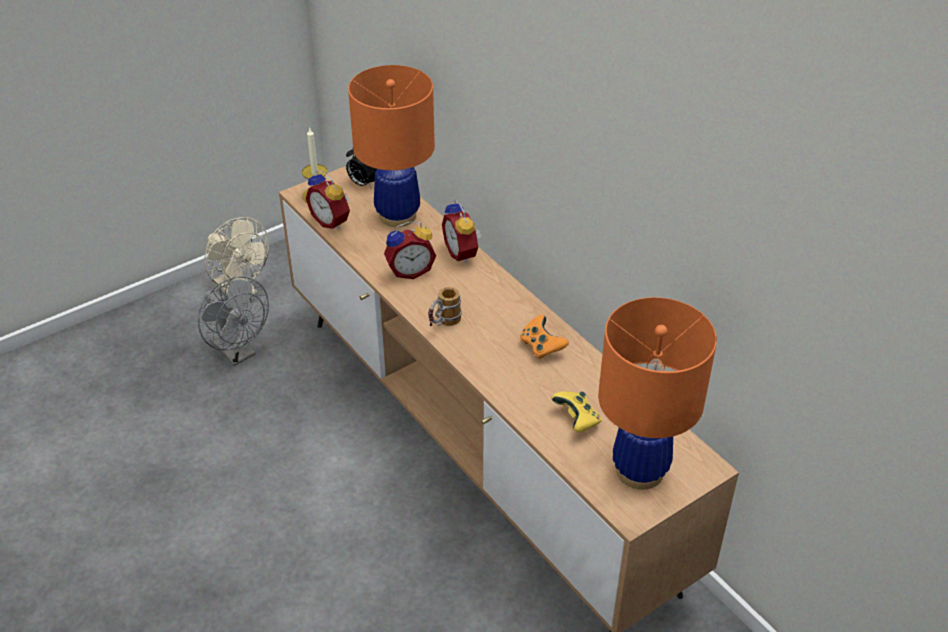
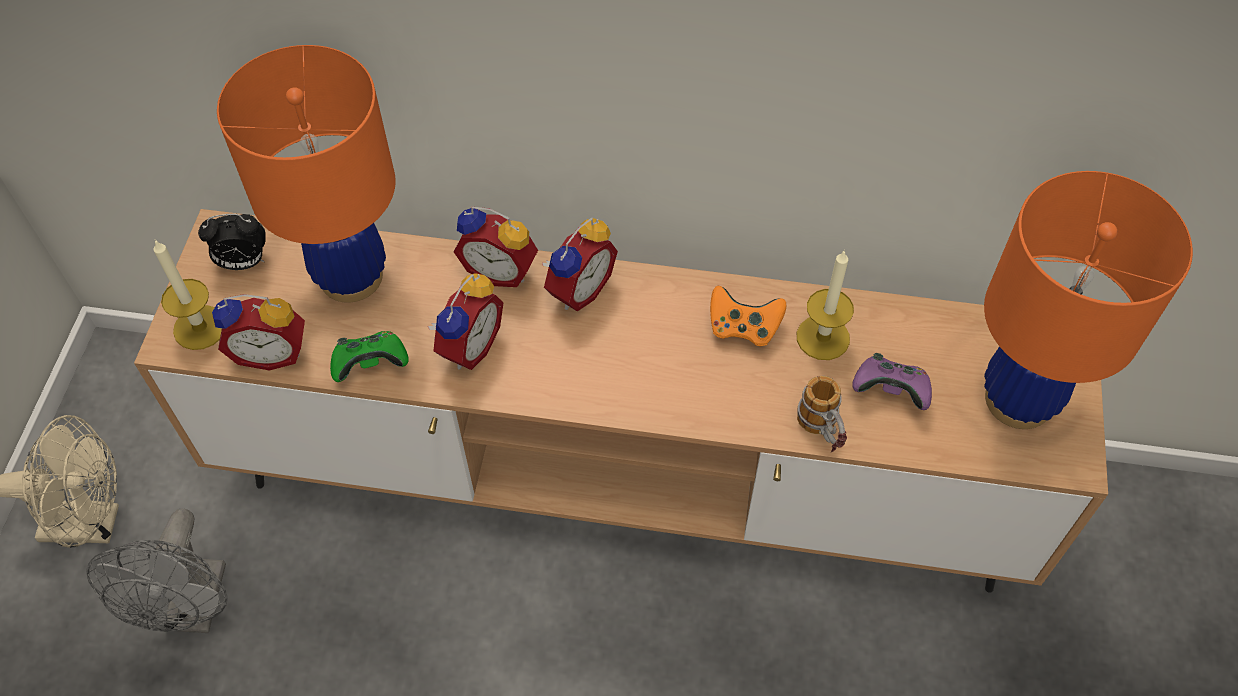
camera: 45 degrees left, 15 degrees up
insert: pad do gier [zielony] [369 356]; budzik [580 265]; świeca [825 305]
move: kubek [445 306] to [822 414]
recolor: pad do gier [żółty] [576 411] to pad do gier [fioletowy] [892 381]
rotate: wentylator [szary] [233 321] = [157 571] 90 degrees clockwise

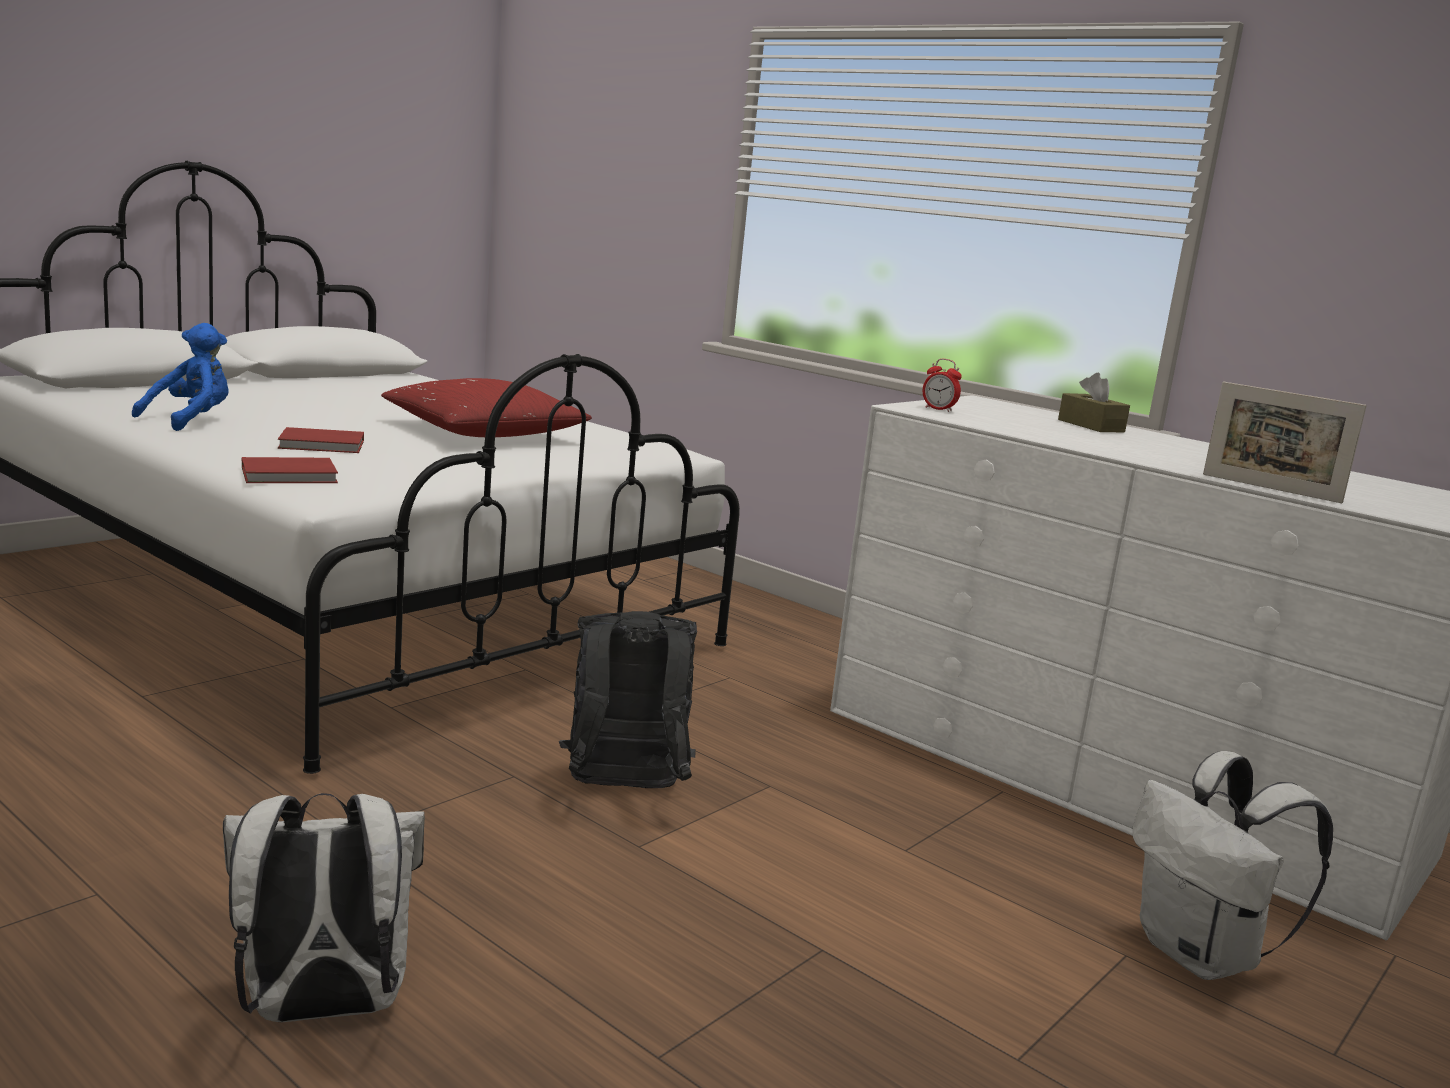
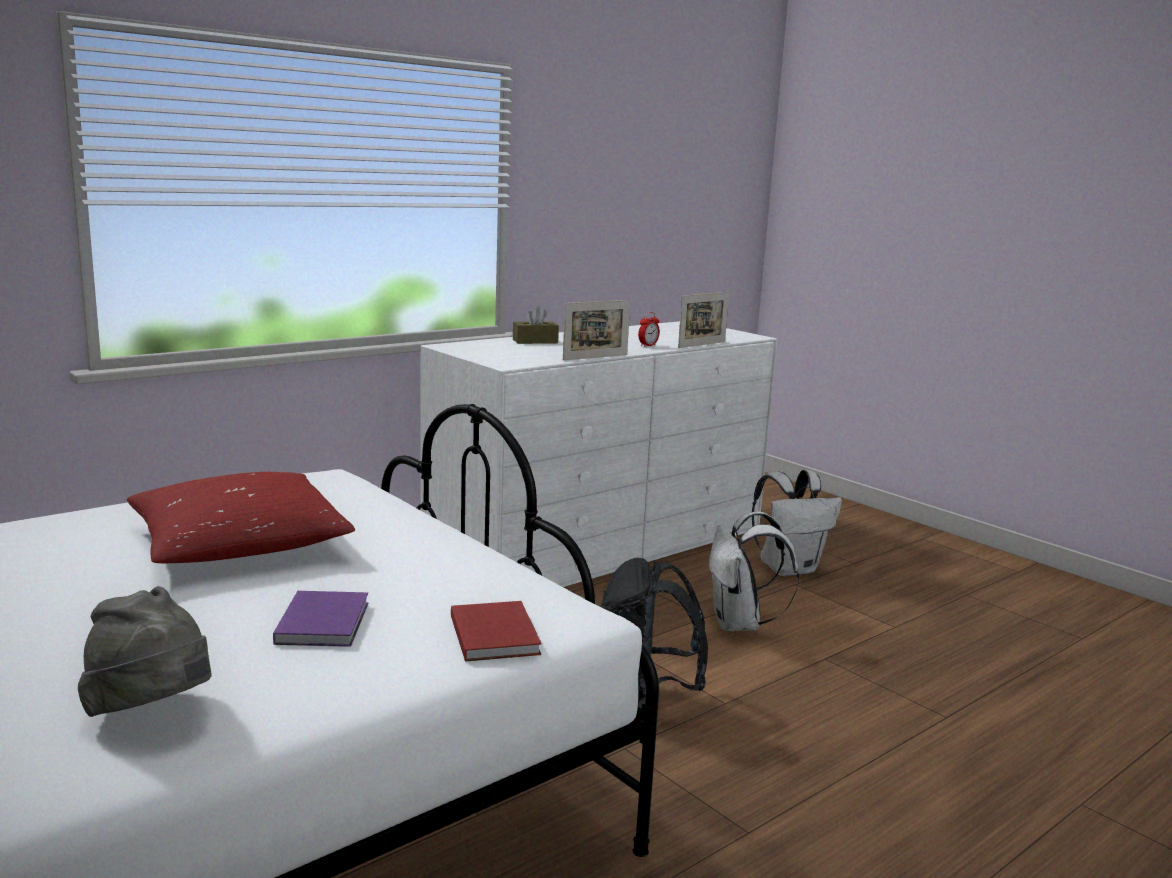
camera: 80 degrees left, 0 degrees up
insert: ramka na zdjęcie [596 330]
move: budzik [942 385] to [649 329]; plecak [biały] [324 907] to [754 571]
replace: pluszak [niebieski] [180 377] to kapelusz [szary] [145 651]
recolor: książka [czerwony] [321 440] to książka [fioletowy] [320 619]

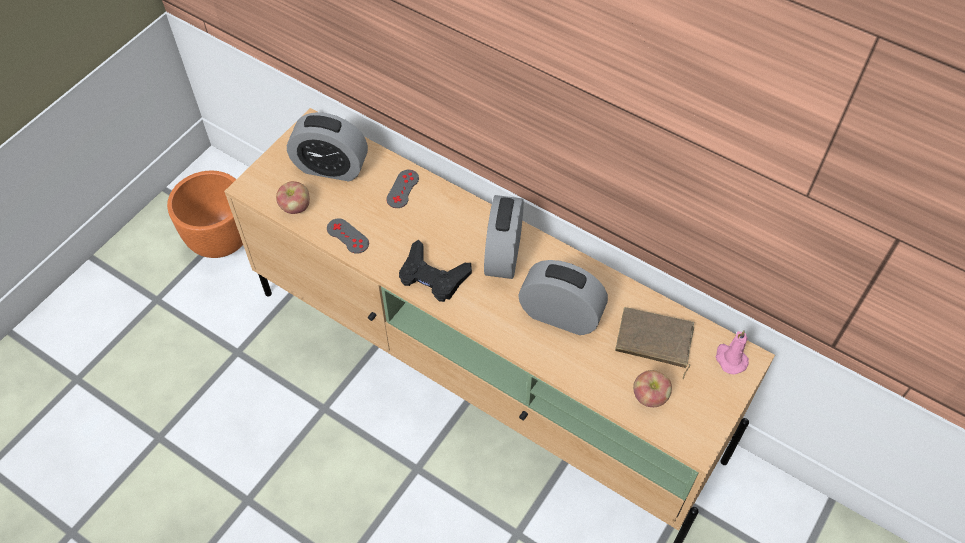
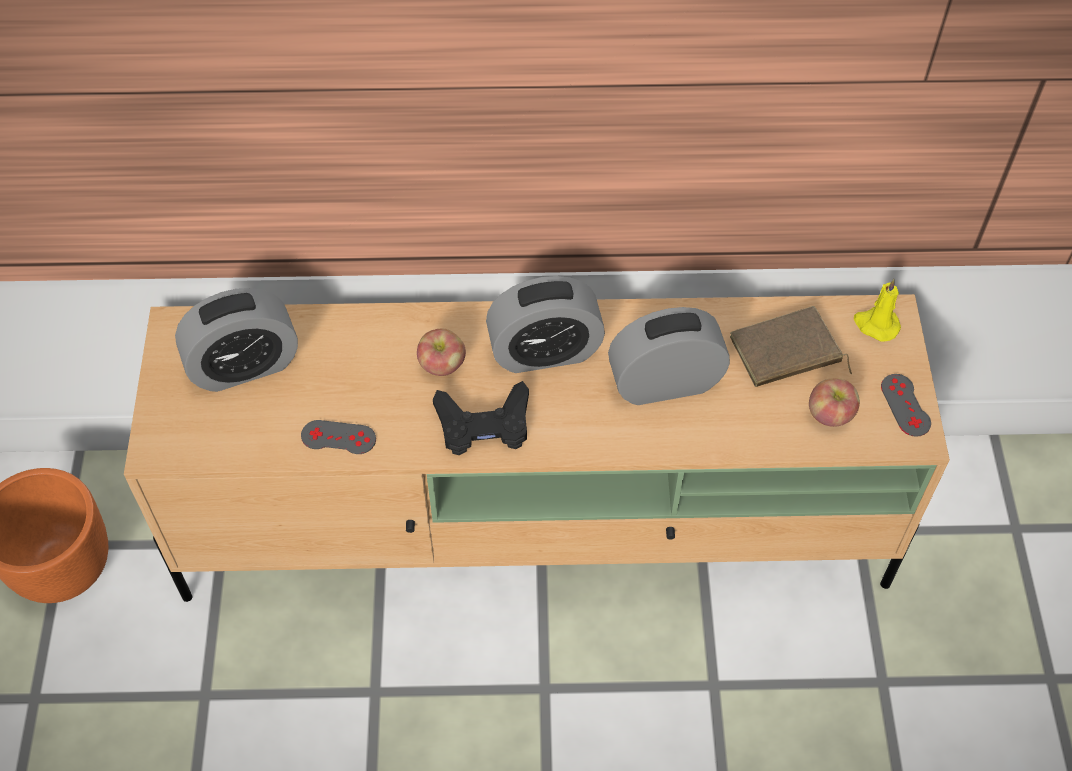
camera: 35 degrees left, 0 degrees up
move: jabłko [293 197] to [441 352]; pad do gier [szary] [402 189] to [906 405]
recolor: świeca [różowy] [732 352] to świeca [żółty] [877 310]
rotate: budzik [504 237] = [545 324] 75 degrees counterclockwise

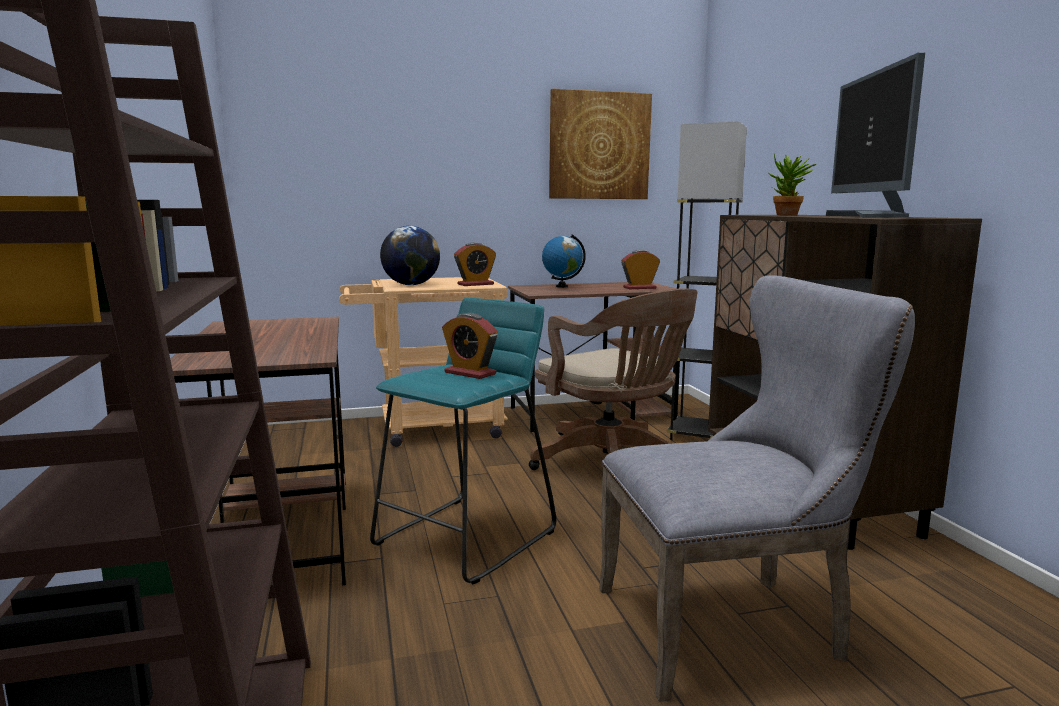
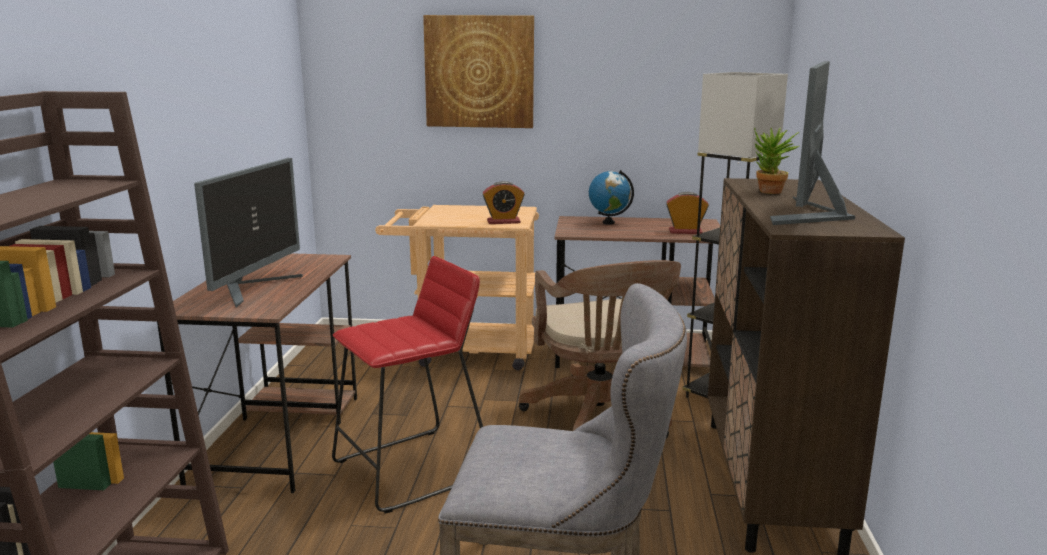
camera: 20 degrees right, 5 degrees up
delete: globus [410 255]; budzik [470 346]
insert: monitor [248 233]
move: obraz [600 143] to [478 71]
recolor: stołek [turkusowy] [463 441] to stołek [czerwony] [407 384]

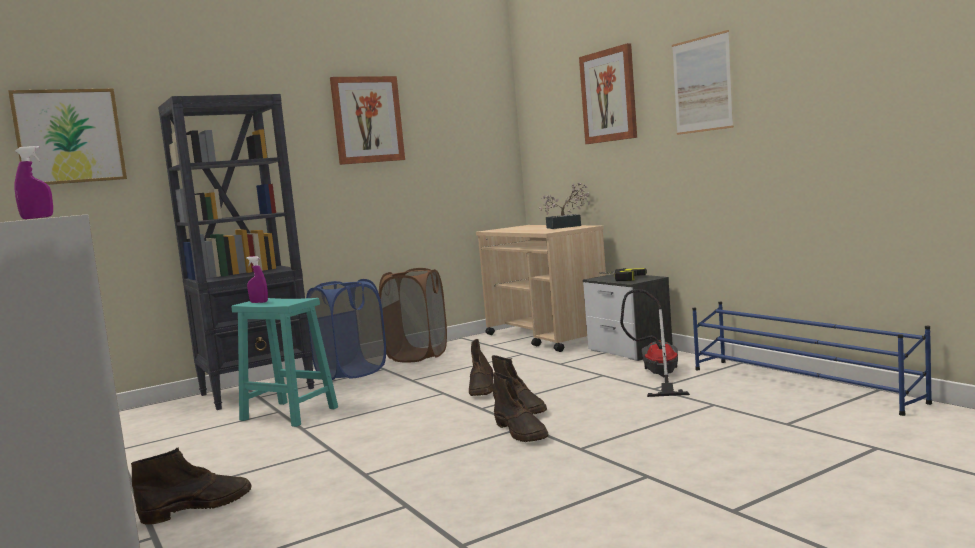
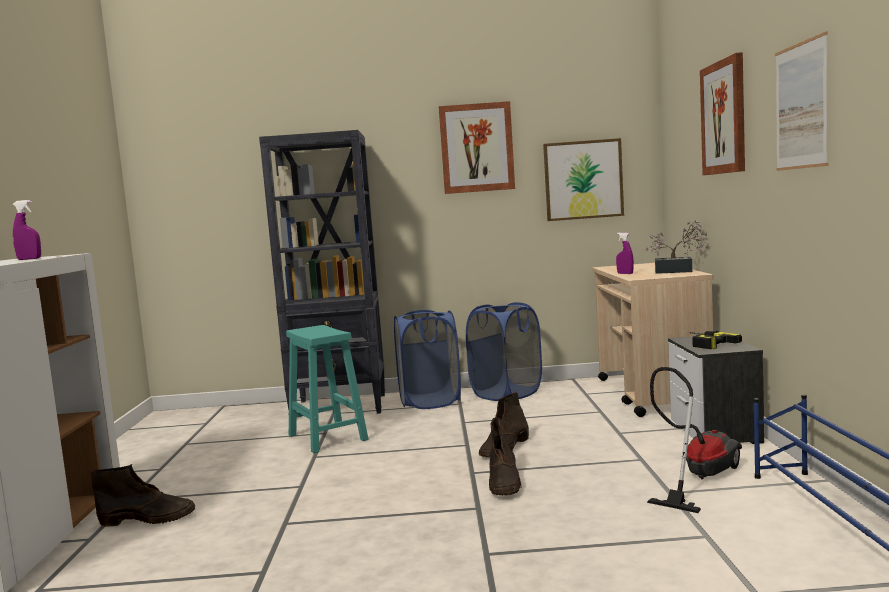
camera: 30 degrees right, 0 degrees up
delete: but z cholewką [brązowy] [520 407]
move: obraz [67 137] to [583 179]; spryskiwacz [fioletowy] [257 279] to [625 253]
recolor: kosz na pranie [brązowy] [413 315] to kosz na pranie [niebieski] [504 351]

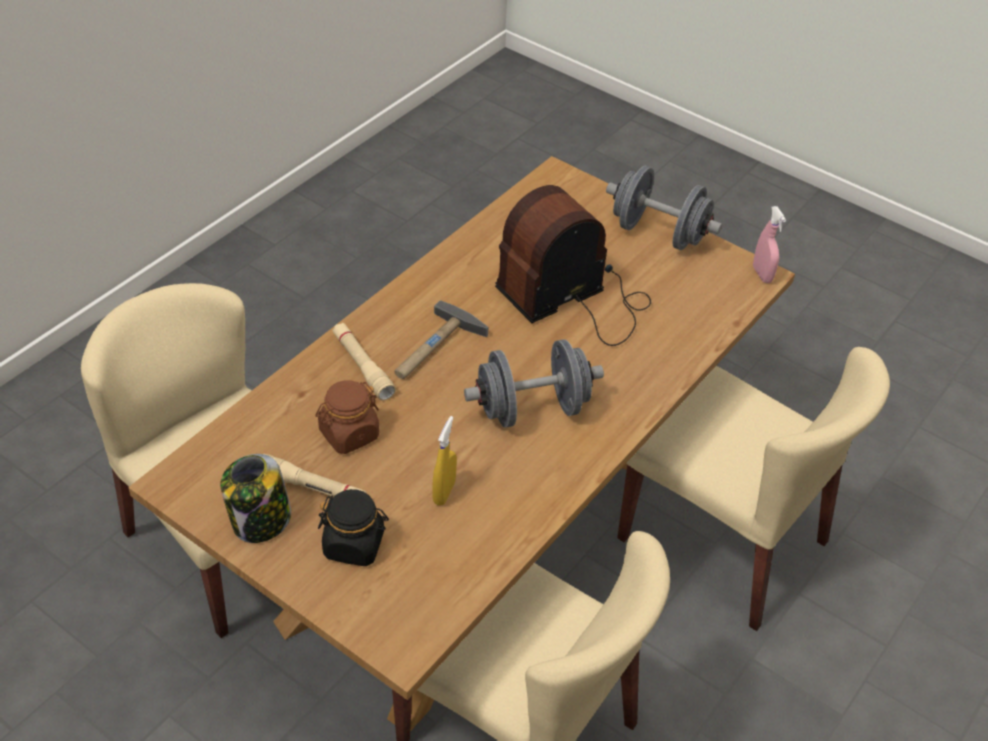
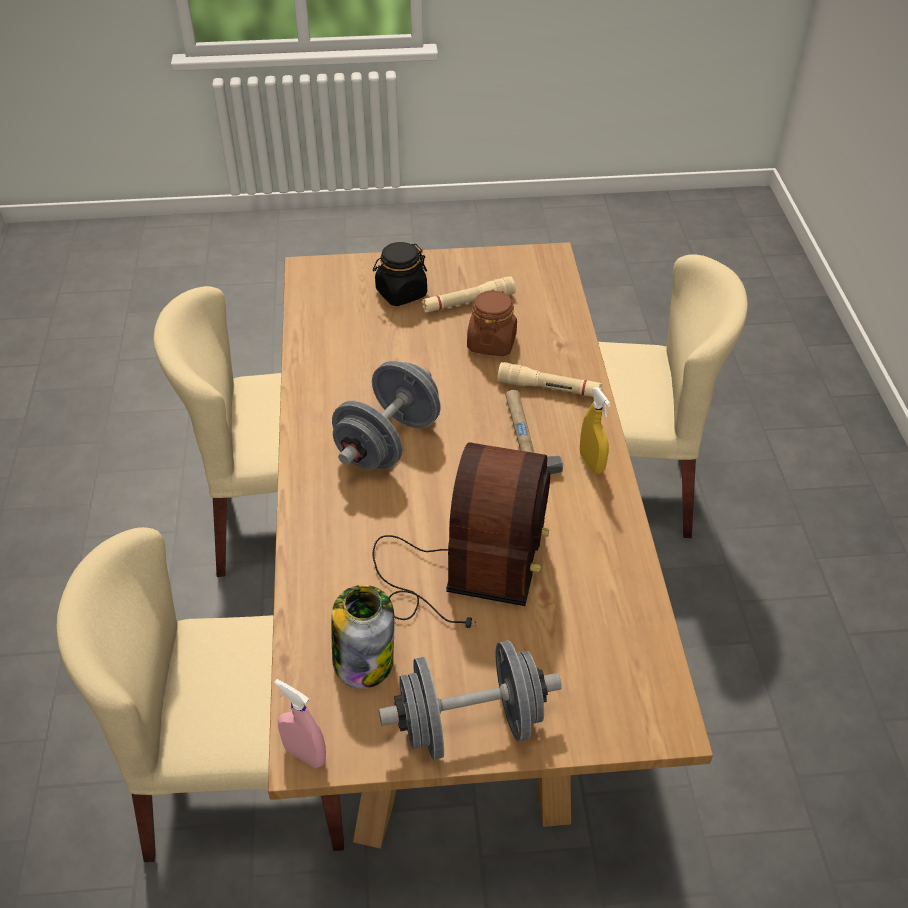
camera: 140 degrees right, 0 degrees up
move: słoik [255 498] to [362 636]; spryskiwacz [żółty] [444 461] to [595 430]

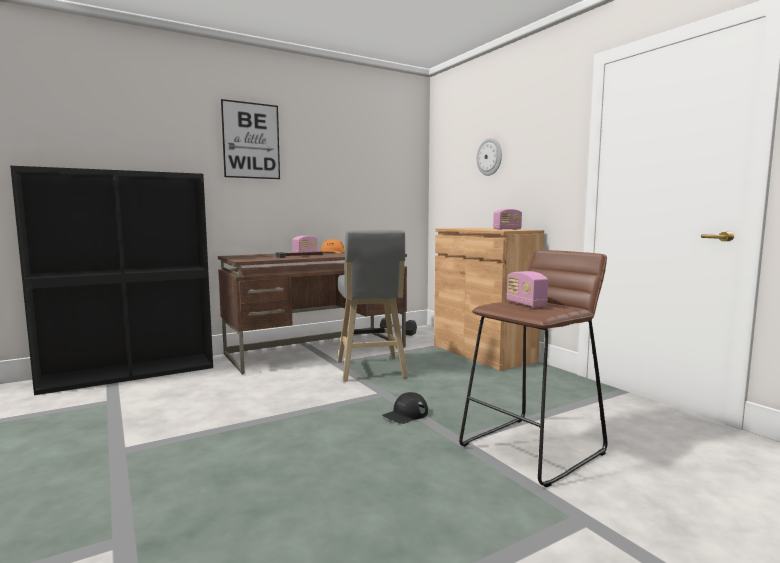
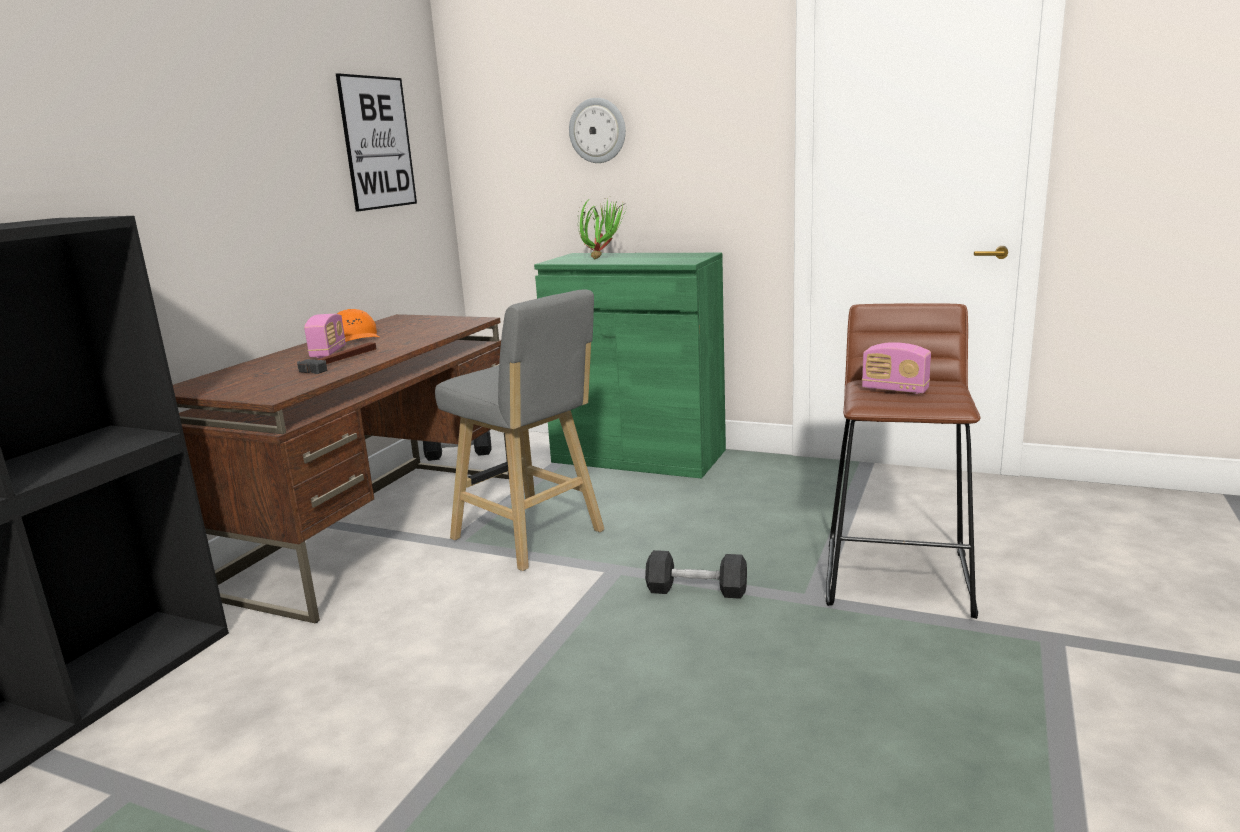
camera: 35 degrees left, 10 degrees up
delete: radio [507 219]
insert: roślina doniczkowa [602 228]
move: obraz [250 139] to [376 142]
replace: czapka z daszkiem [czarny] [405 408] to hantel [czarny] [696 574]
recolor: szafka [brązowy] [489 299] to szafka [zielony] [630 366]

